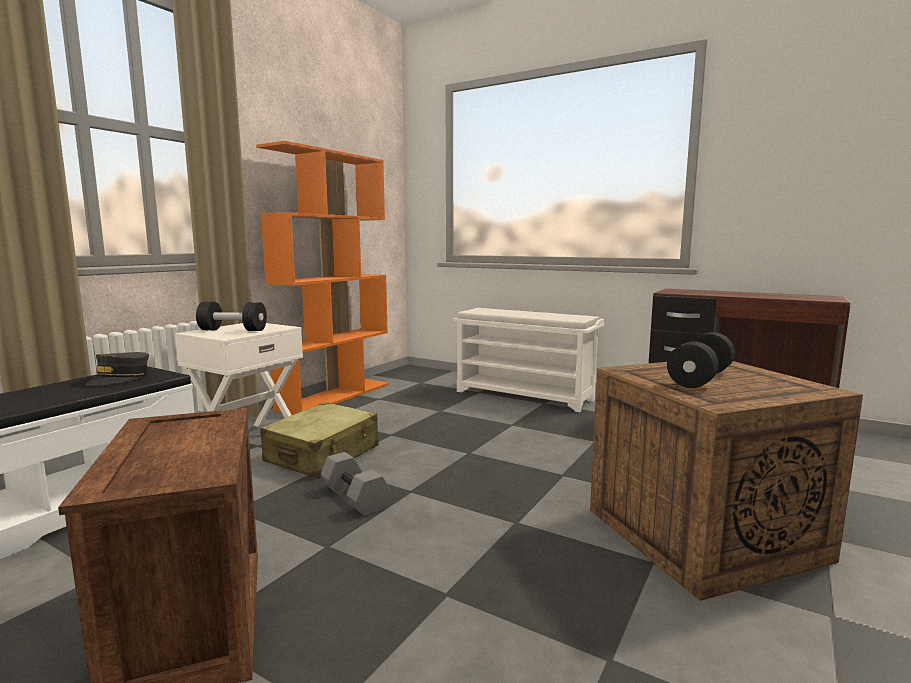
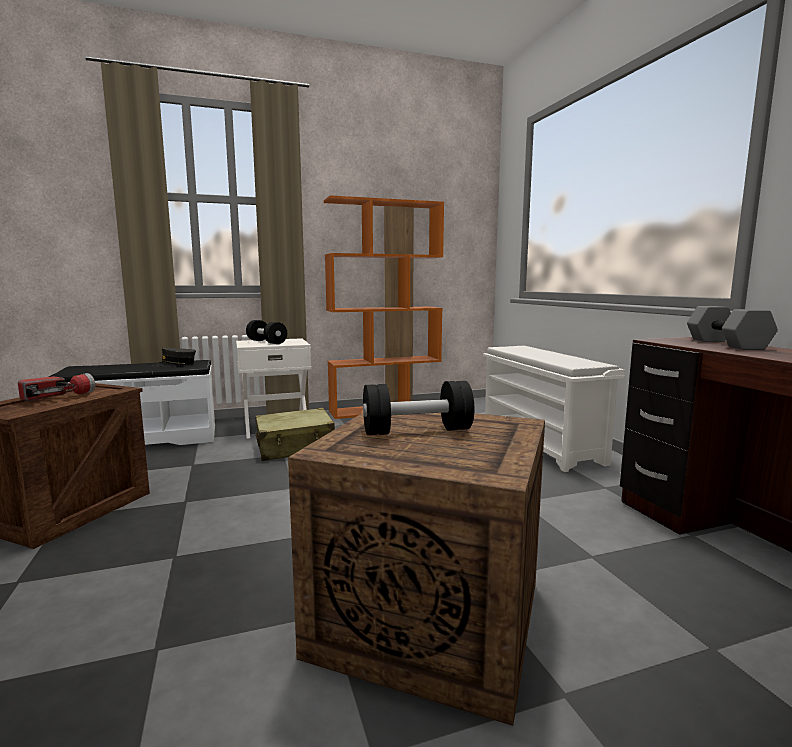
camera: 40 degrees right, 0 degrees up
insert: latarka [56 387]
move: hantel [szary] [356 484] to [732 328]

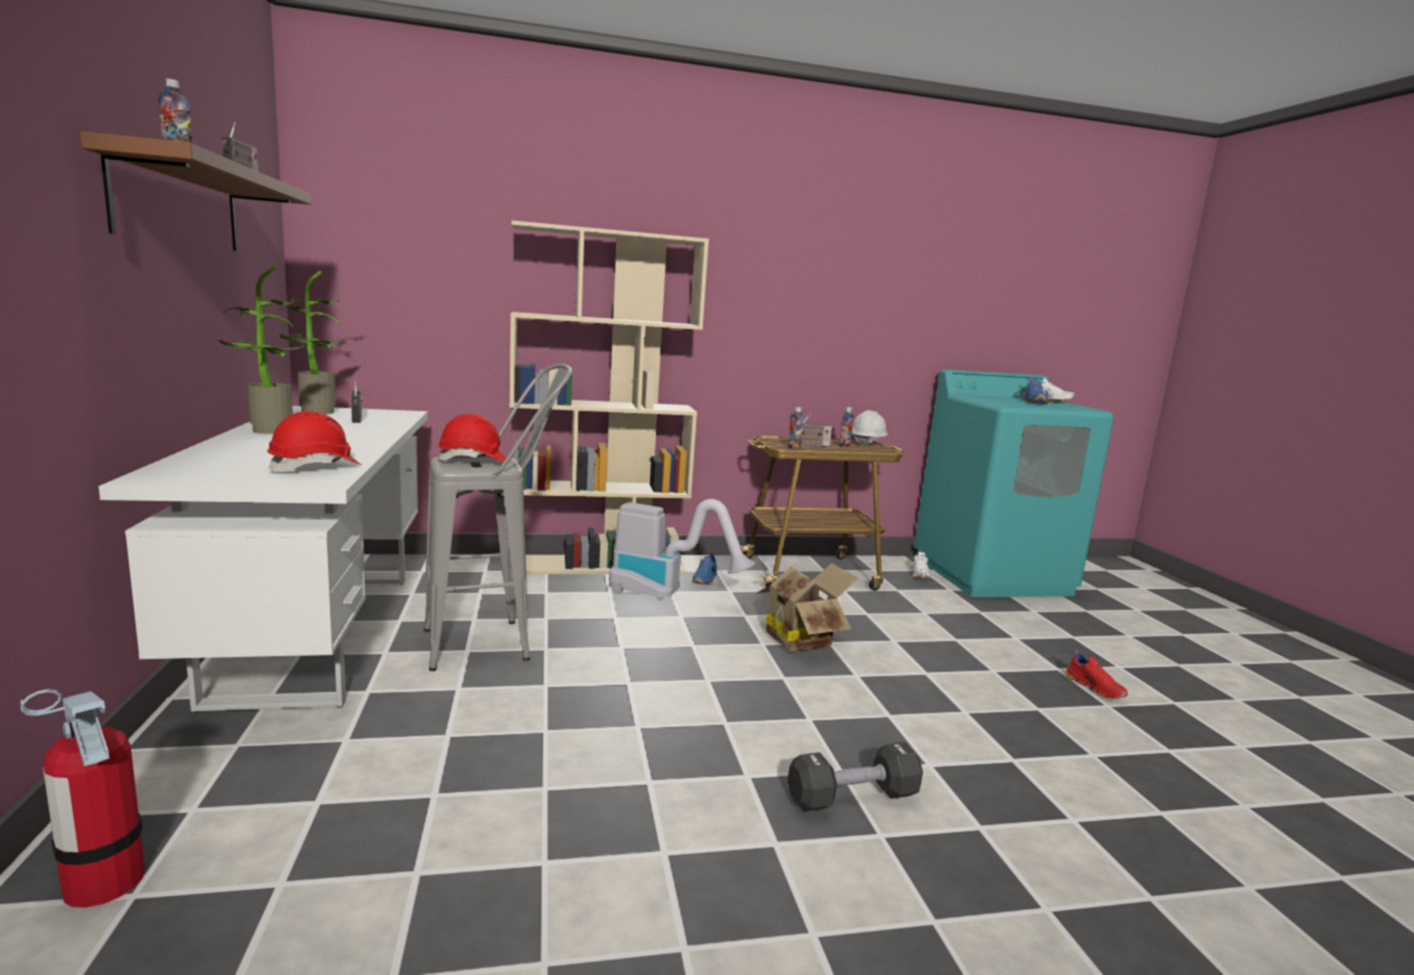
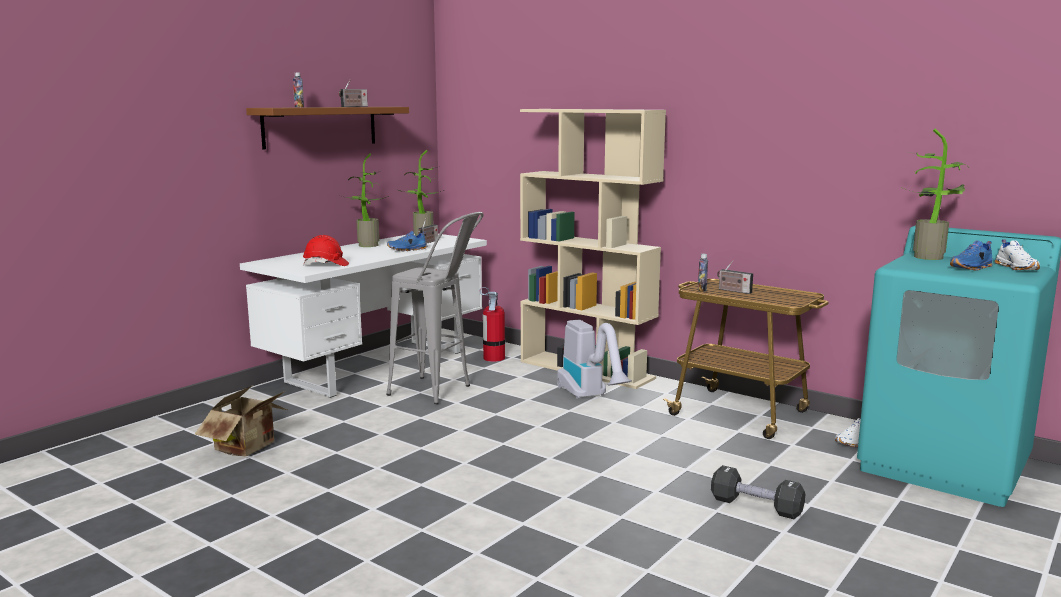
camera: 50 degrees right, 0 degrees up
delete: kask [czerwony] [473 438]; butelka [846 427]; kask [biały] [870 428]; but [czerwony] [1096 674]
insert: roślina doniczkowa [935 194]
move: karton [807 607] to [241 421]; but [niebieski] [704 569] to [407 241]; gaśnica [82 798] to [492 324]; hantel [czarny] [855 777] to [758 492]

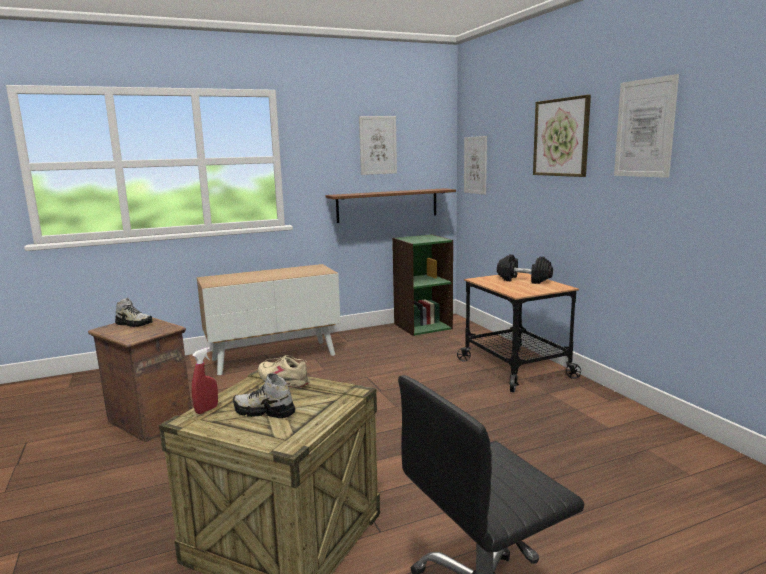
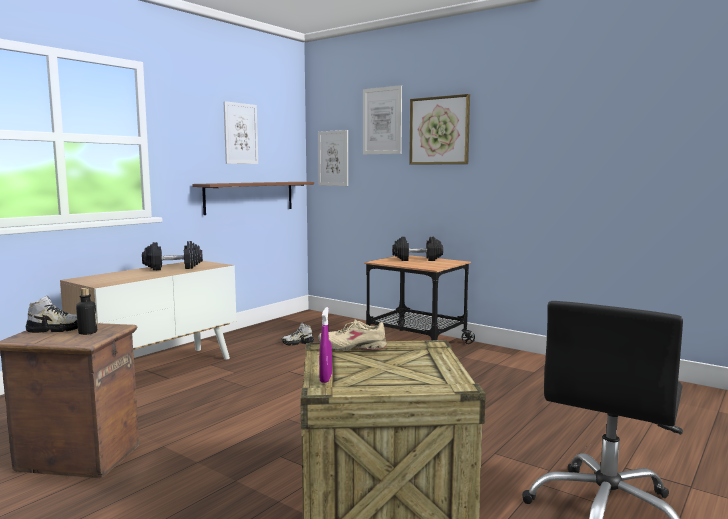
camera: 30 degrees left, 5 degrees down
delete: regał [zielony] [422 285]
insert: butelka [86 311]; hantel [czarny] [172 255]
move: but [264 395] to [297 334]; obraz [646 126] to [382 120]
recolor: spryskiwacz [czerwony] [205 380] to spryskiwacz [fioletowy] [325 345]

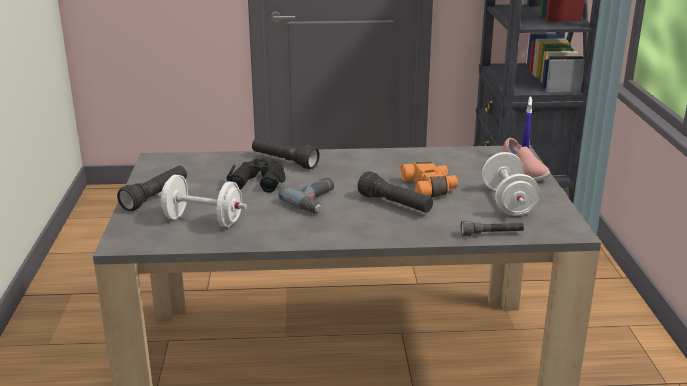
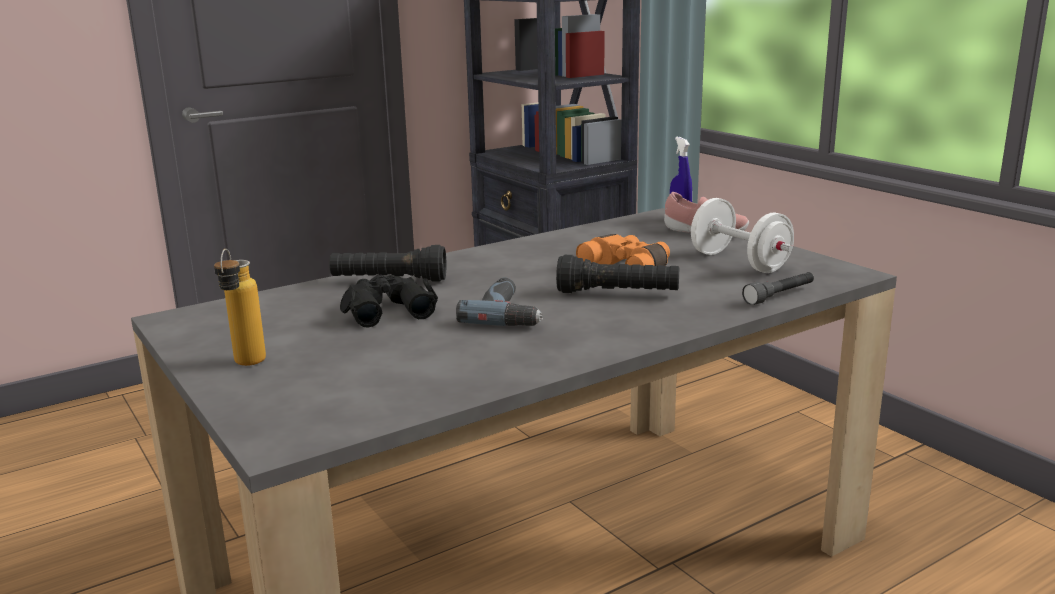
camera: 30 degrees left, 5 degrees down
delete: hantel [biały] [202 201]
replace: latarka [czarny] [152 188] to butelka [240 307]

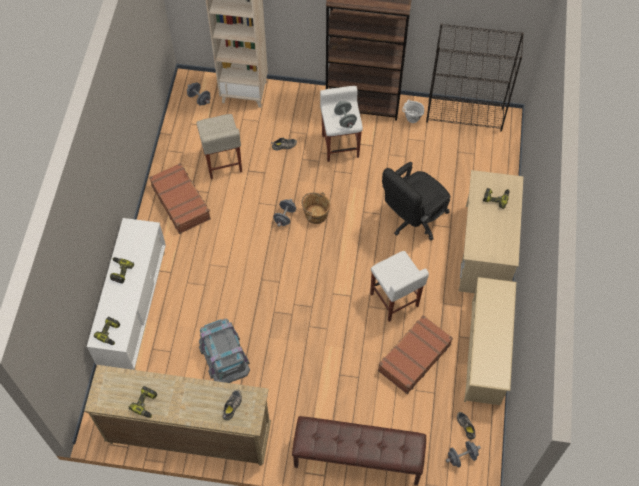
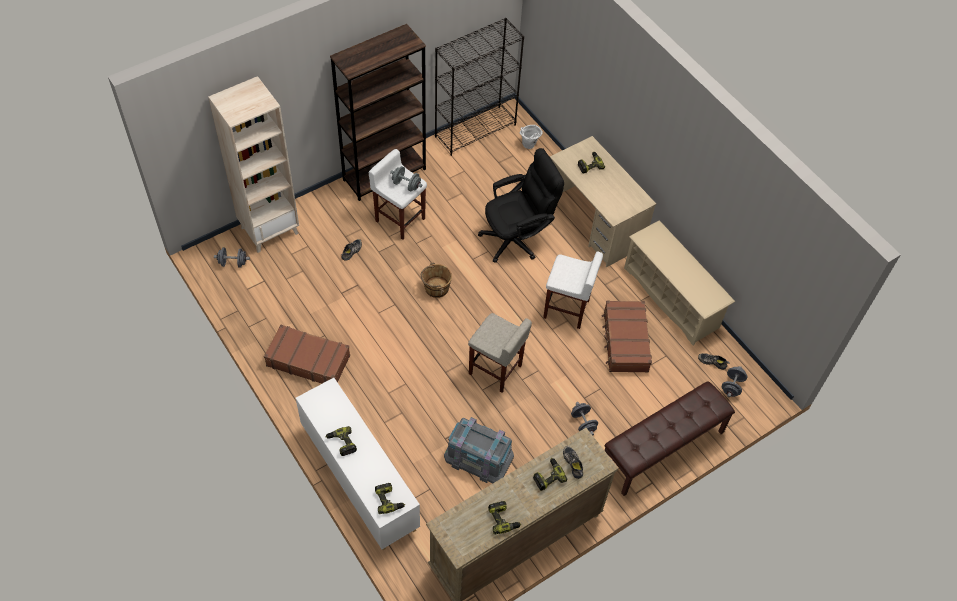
camera: 45 degrees left, 5 degrees down
insert: wiertarka [550 474]
move: stołek [beżowy] [219 146] to [500 353]; wiadro [biały] [413 111] to [531 137]; hantel [szary] [284 213] to [584 418]
rotate: krzesło biurowe [czarny] [416 201] = [521 205] 120 degrees counterclockwise

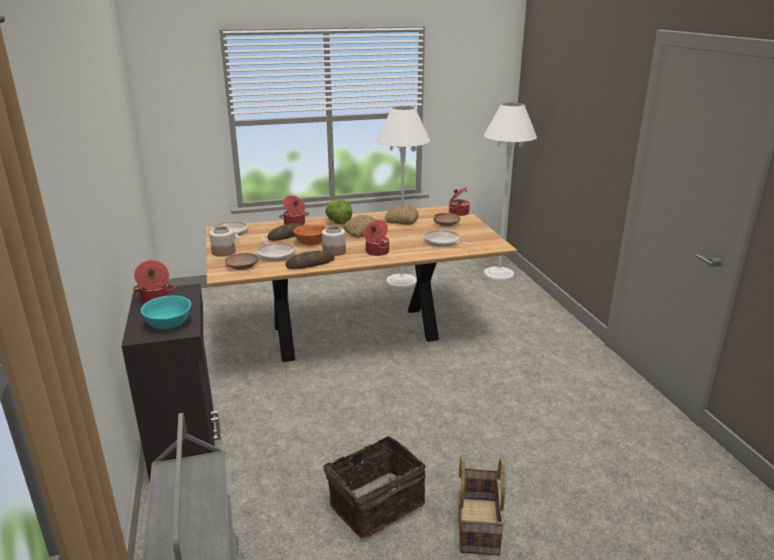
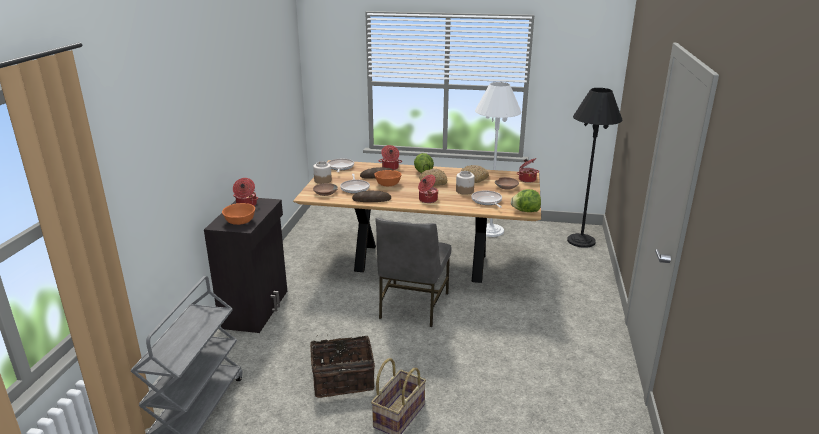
camera: 25 degrees right, 0 degrees up
insert: krzesło [szary] [413 272]; sałata [526 200]
move: słoik [334 241] to [465 183]
recolor: miska [turkusowy] [166 312] to miska [pomarańczowy] [238 214]; lampa stojąca [biały] [510 191] to lampa stojąca [czarny] [595 168]

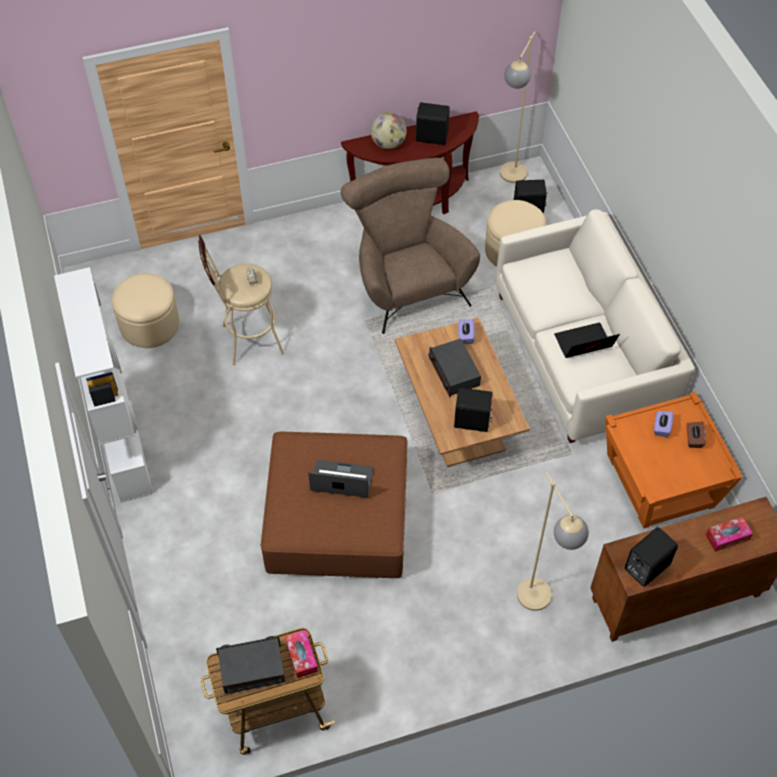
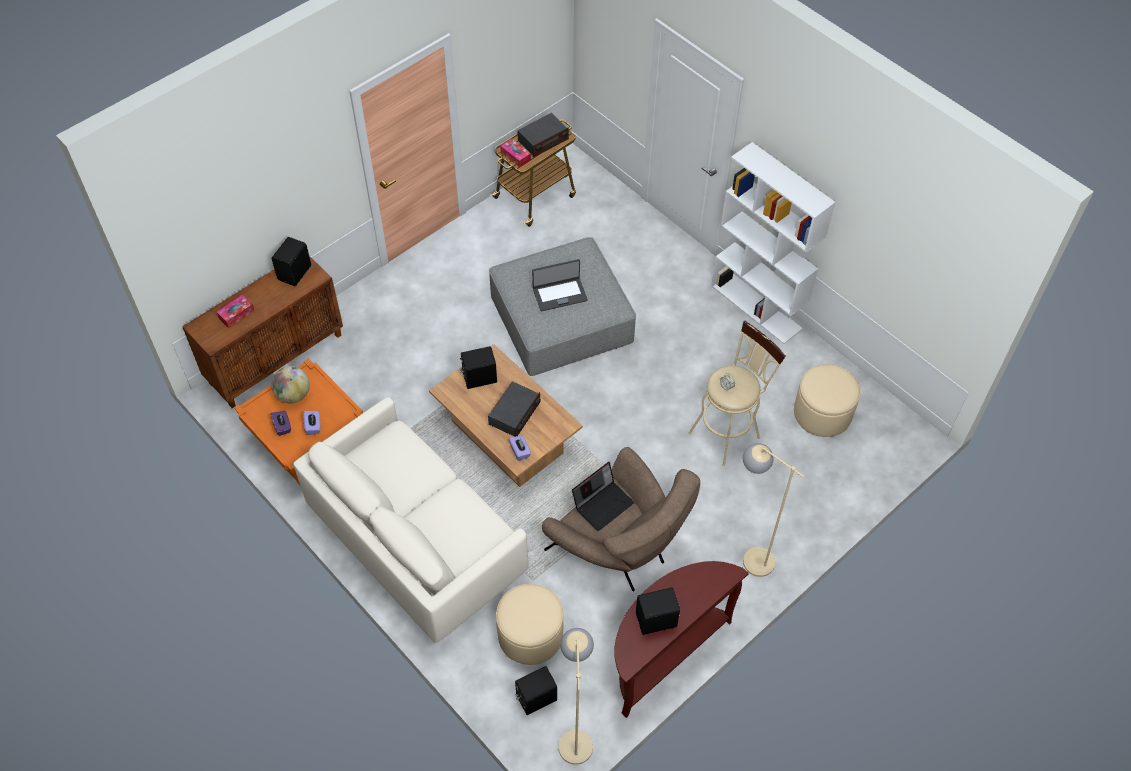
camera: 155 degrees right, 0 degrees up
move: globus [388 130] to [290 385]; laptop [587 340] to [603 496]; lampa stojąca [beżowy] [553 541] to [773 510]
recolor: pudełko chusteczek [brązowy] [696 434] to pudełko chusteczek [fioletowy] [281 423]; pufa [brązowy] [334 505] to pufa [szary] [562 306]
rotate: radio [454 367] = [514 409] 75 degrees clockwise

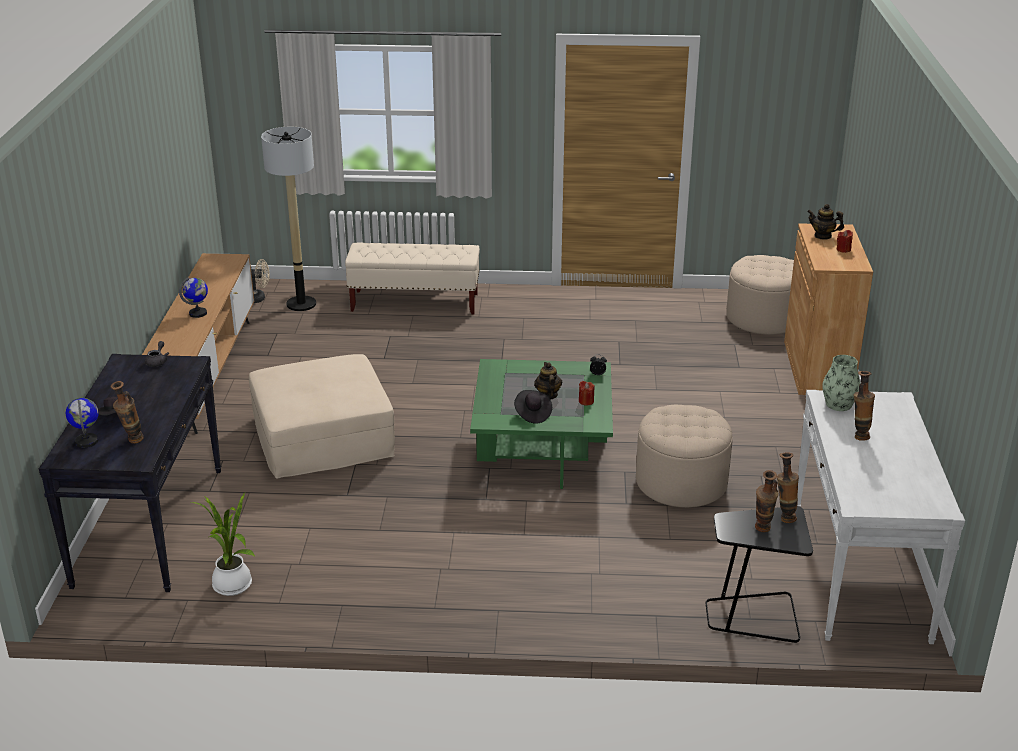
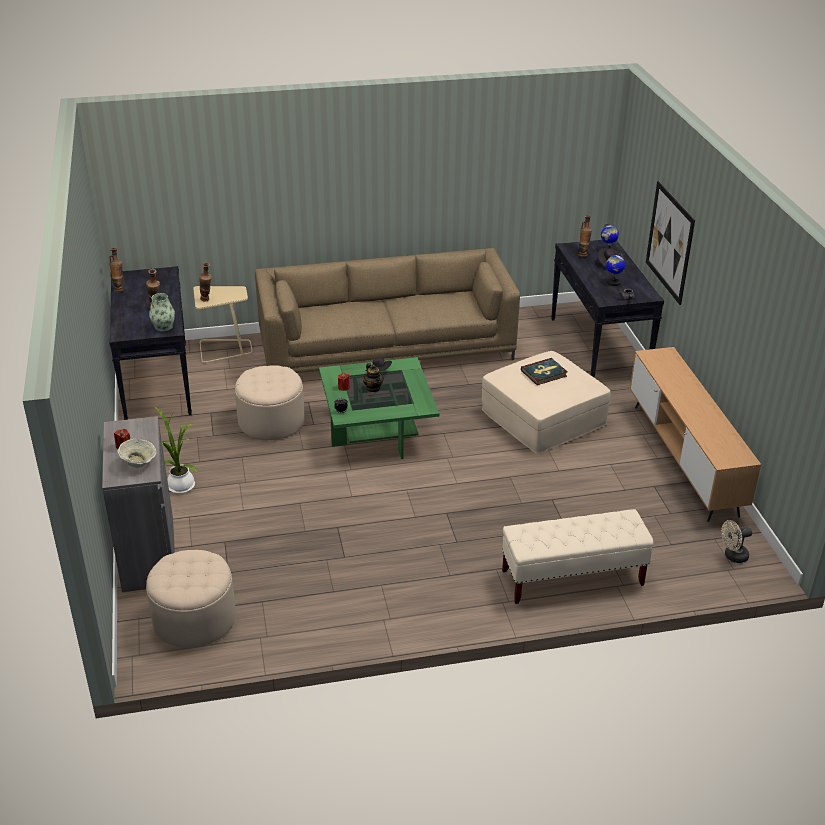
camera: 165 degrees right, 5 degrees up
delete: lampa stojąca [288 219]
insert: kanapa [brązowy] [387 310]; książka [544 371]; obraz [670 243]
move: wazon [767 501] to [116 270]; roślina doniczkowa [223 544] to [175 450]; globus [193 297] to [615 269]
replace: imbryk [825 222] to miska [beżowy] [137 453]
recolor: szafka [brązowy] [828 309] to szafka [szary] [138 504]; stolik konsolowy [biały] [881 517] to stolik konsolowy [czarny] [150 343]; stolik [czarny] [759 574] to stolik [beżowy] [222 324]

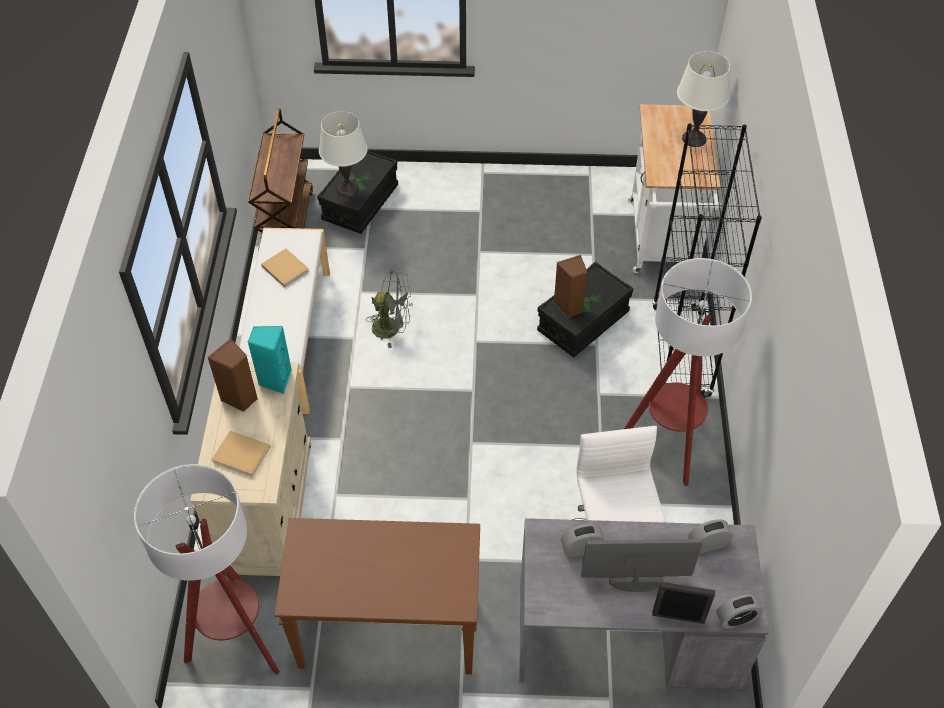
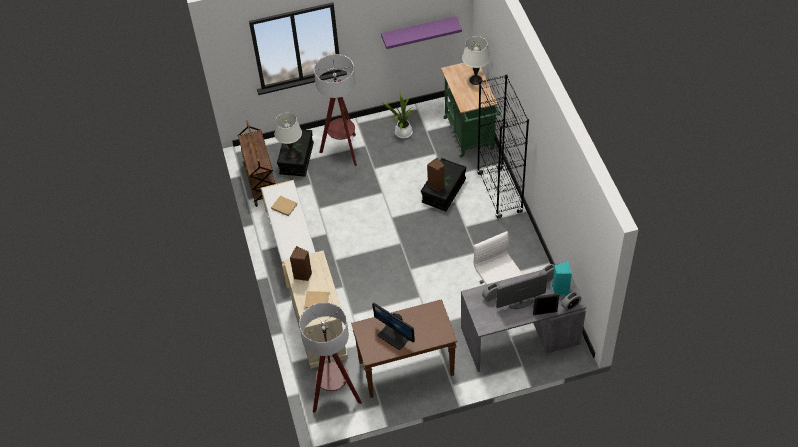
camera: 15 degrees left, 0 degrees up
delete: wentylator [szary] [389 309]
insert: monitor [393 326]; półka [fioletowy] [421 32]; roślina doniczkowa [397 114]
move: lampa stojąca [688 372] to [335 110]; głośnik [turkusowy] [270 360] to [562 278]
recolor: wózek [biały] [674 188] to wózek [zielony] [471 110]

